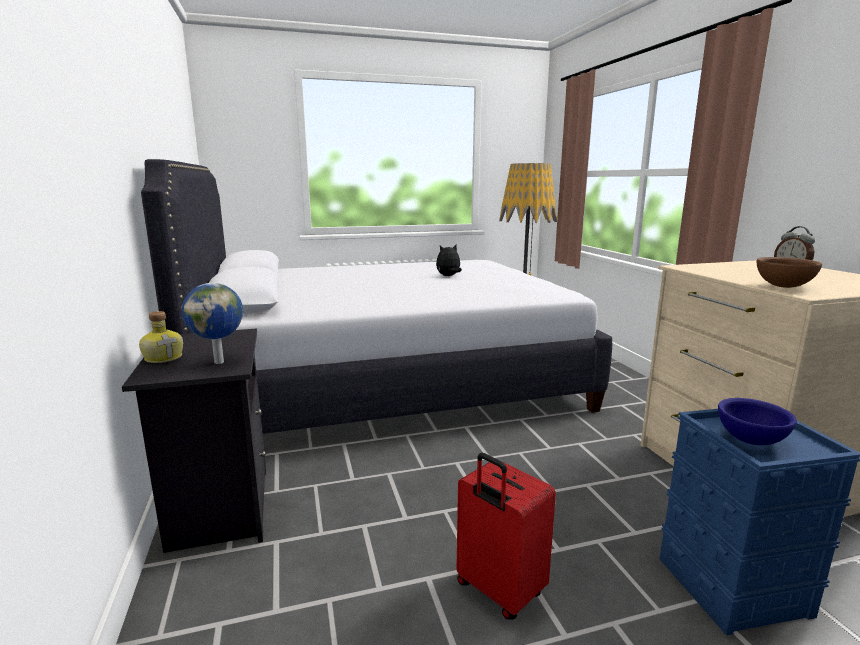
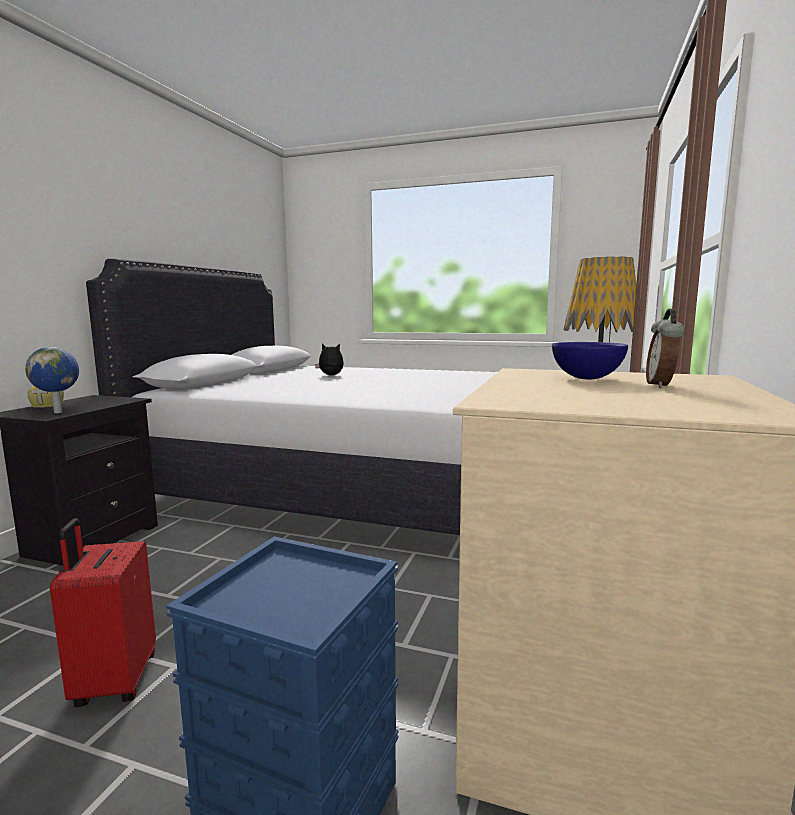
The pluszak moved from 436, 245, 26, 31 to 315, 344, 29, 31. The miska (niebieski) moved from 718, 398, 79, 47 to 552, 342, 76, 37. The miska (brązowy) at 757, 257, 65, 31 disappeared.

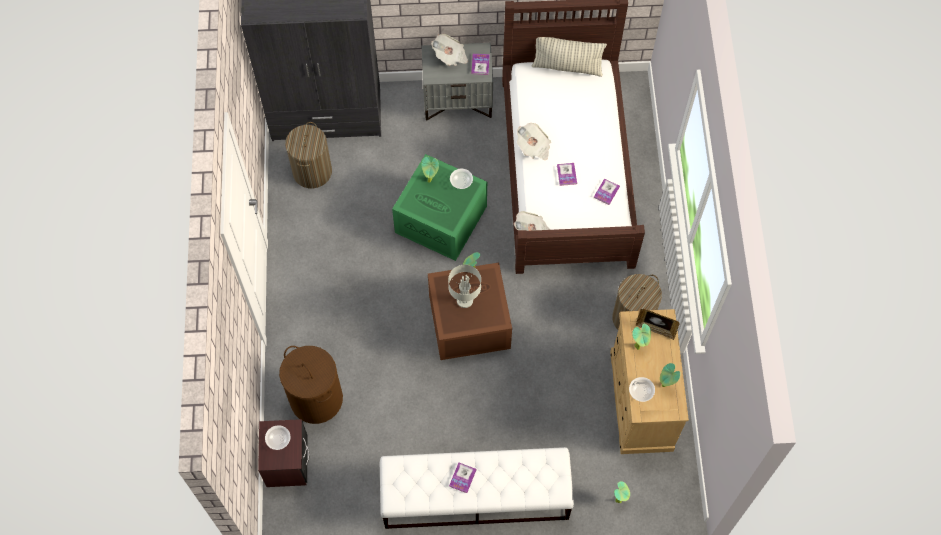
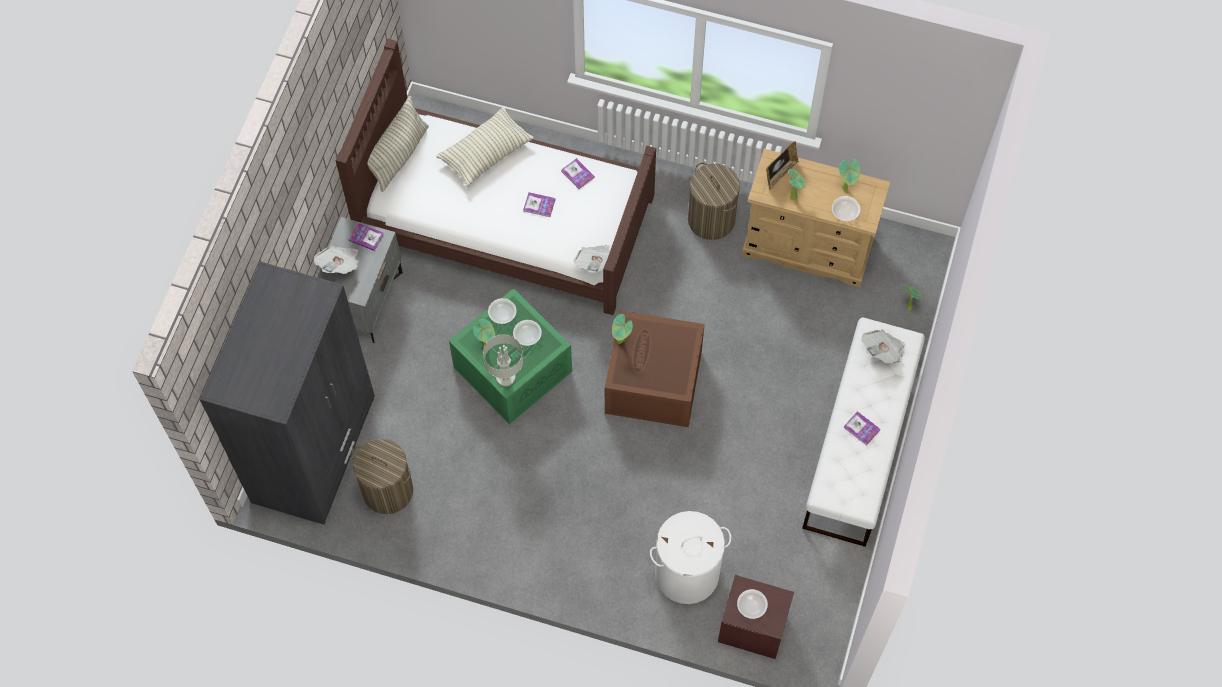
The poduszka at 436, 107, 98, 80 appeared. The lampa stołowa (szary) moved from 448, 265, 33, 43 to 483, 335, 40, 51. The miska at 513, 320, 29, 26 appeared. The kosz na pranie (brązowy) at 279, 346, 64, 78 became the kosz na pranie (biały) at 650, 511, 81, 93. The gazeta moved from 517, 123, 34, 37 to 861, 329, 44, 34.

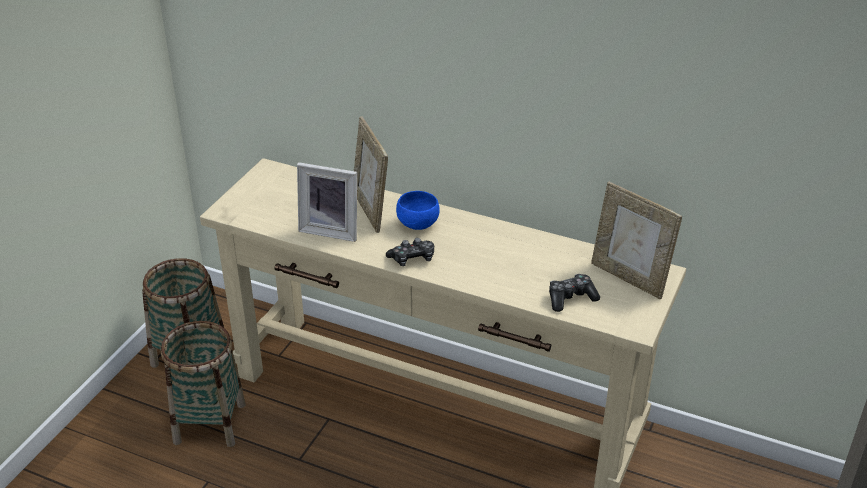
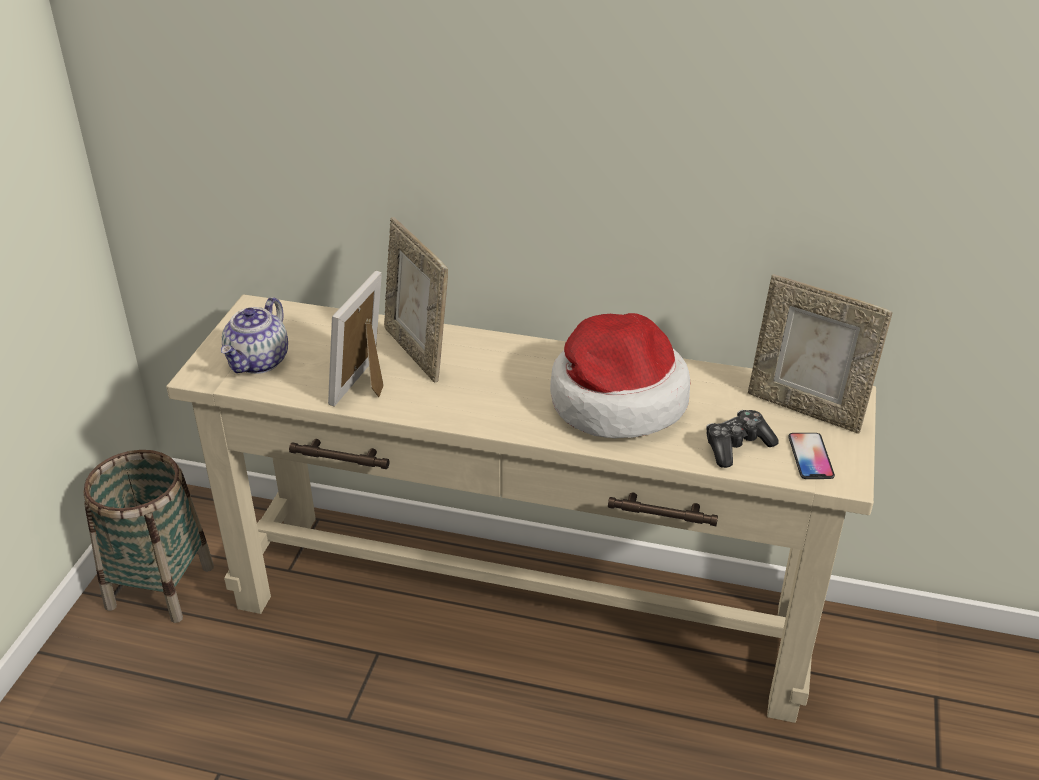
The imbryk at 221, 297, 67, 77 appeared. The ramka na zdjęcie at 297, 162, 60, 80 turned 105 degrees clockwise. The kapelusz at 550, 313, 140, 125 appeared. The telefon at 788, 433, 47, 46 appeared. The koszyk at 161, 321, 85, 126 disappeared. The pad do gier at 386, 238, 48, 28 disappeared. The miska (niebieski) at 396, 191, 44, 39 disappeared.

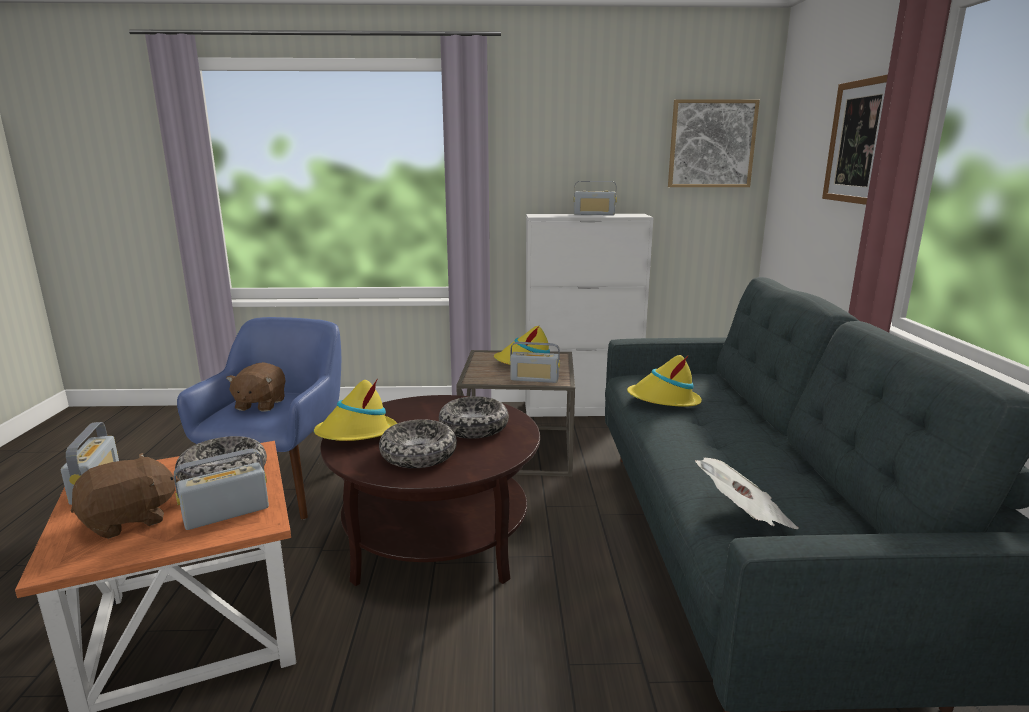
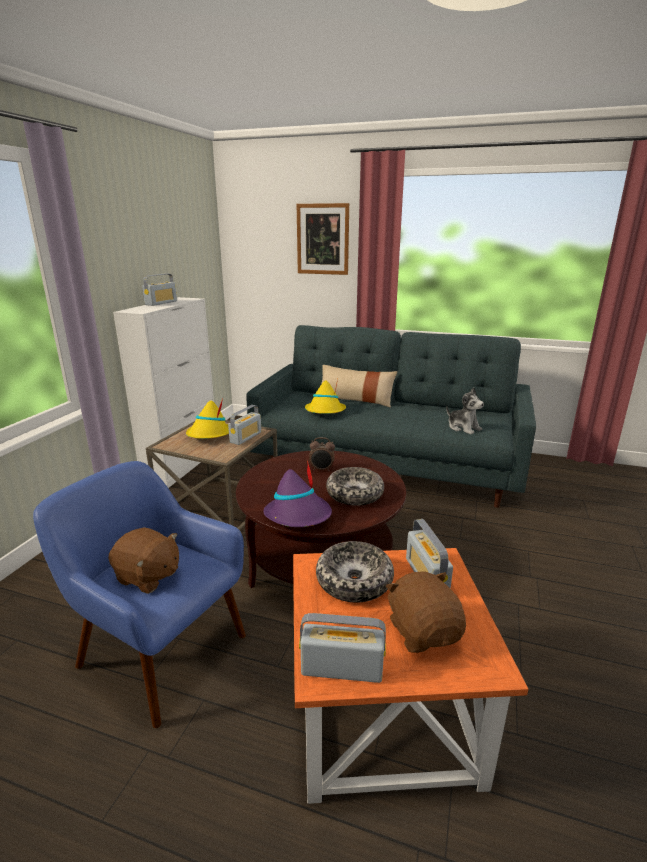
The kapelusz (żółty) at 314, 380, 83, 61 became the kapelusz (fioletowy) at 263, 460, 69, 67. The miska at 439, 396, 70, 43 was replaced by the budzik at 309, 437, 26, 34. The poduszka (beżowy) at 321, 365, 76, 43 appeared. The gazeta at 695, 458, 104, 71 was replaced by the pluszak at 446, 387, 38, 48. The obraz at 668, 99, 92, 88 disappeared.

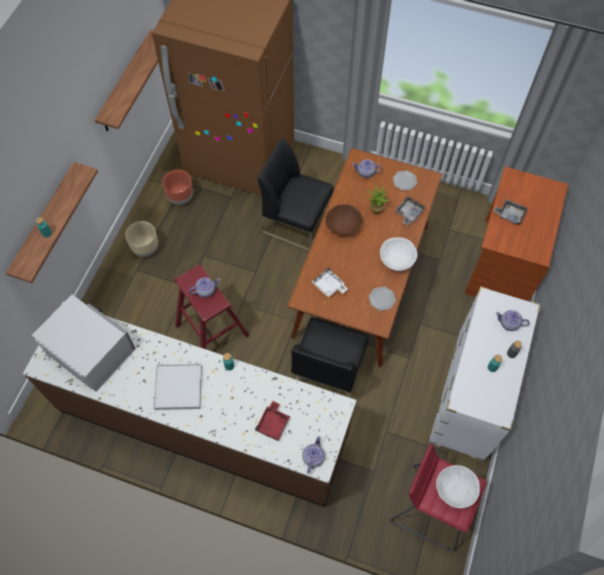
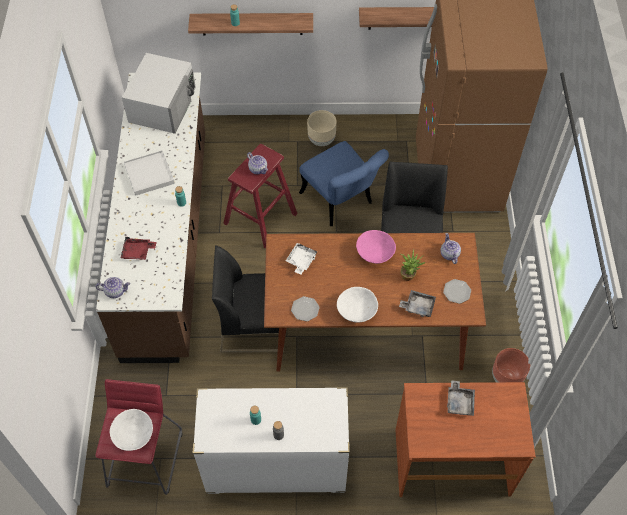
The krzesło (niebieski) at 299, 141, 90, 85 appeared. The miska (brązowy) at 325, 204, 38, 32 became the miska (różowy) at 356, 230, 40, 34. The donica (brązowy) moved from 162, 170, 31, 35 to 492, 348, 38, 34. The imbryk at 496, 310, 34, 21 disappeared.

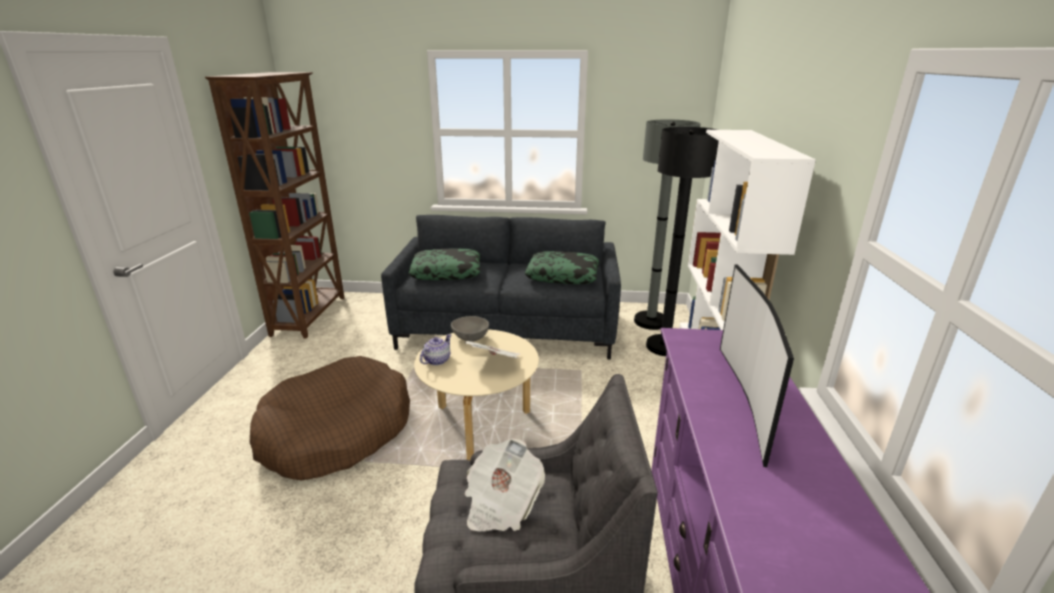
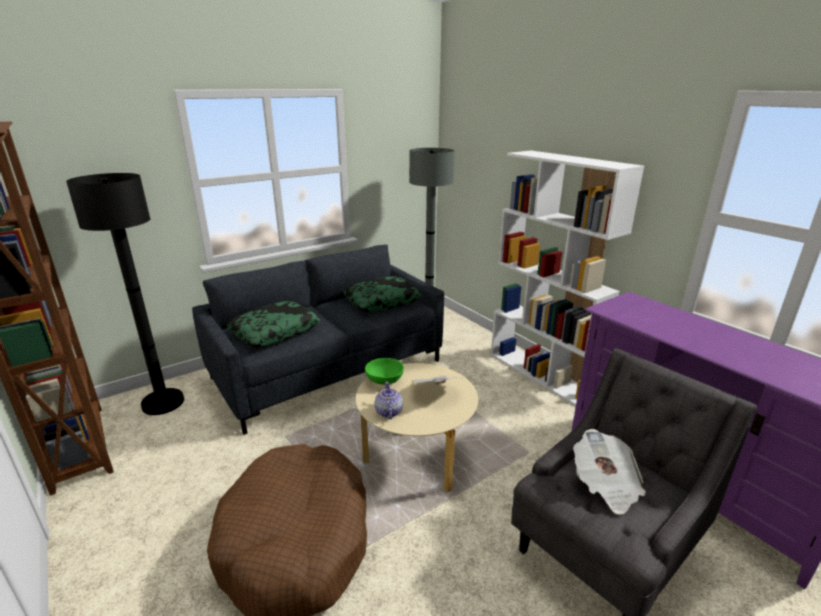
The lampa stojąca (czarny) moved from 646, 127, 73, 229 to 66, 173, 118, 242. The miska (szary) at 451, 316, 38, 26 became the miska (zielony) at 365, 358, 39, 27. The telewizor at 720, 264, 74, 203 disappeared.

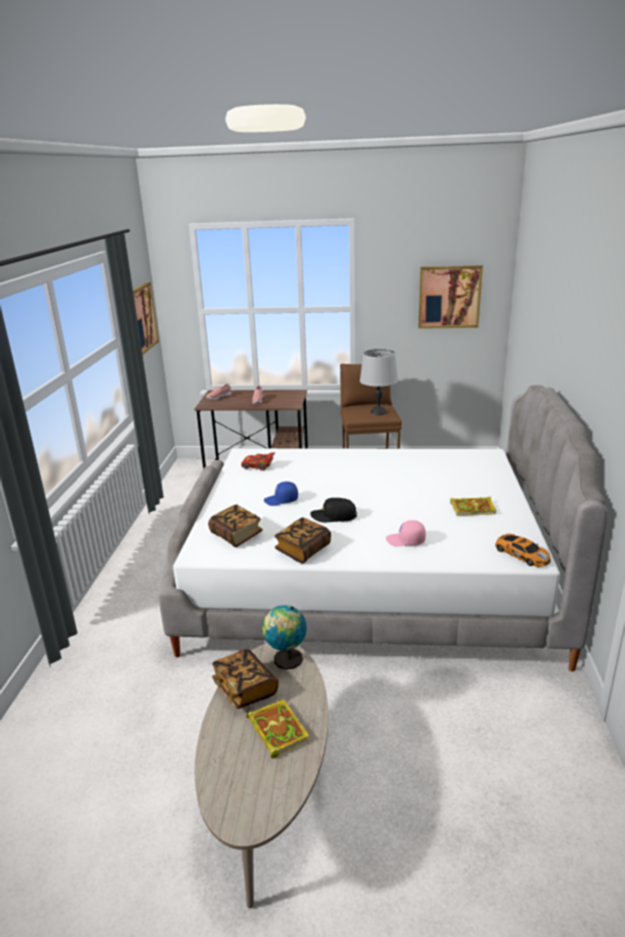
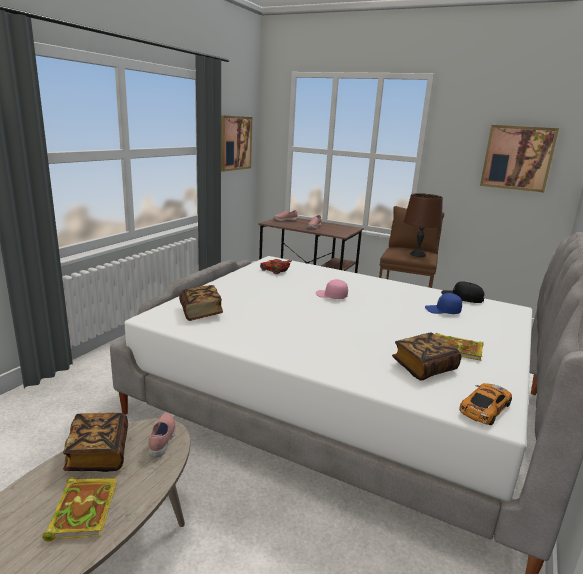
The globus at 262, 605, 45, 65 was replaced by the but (różowy) at 149, 413, 27, 45. The czapka z daszkiem (różowy) moved from 386, 520, 40, 26 to 316, 279, 32, 20. The książka moved from 275, 517, 56, 46 to 392, 333, 70, 48. The lampa stołowa (szary) at 360, 349, 38, 66 became the lampa stołowa (brązowy) at 404, 193, 39, 64. The czapka z daszkiem (niebieski) moved from 264, 481, 34, 25 to 425, 293, 37, 21. The czapka z daszkiem (czarny) moved from 310, 498, 47, 24 to 441, 281, 43, 22. The samochodzik at 495, 534, 56, 33 turned 120 degrees counterclockwise.

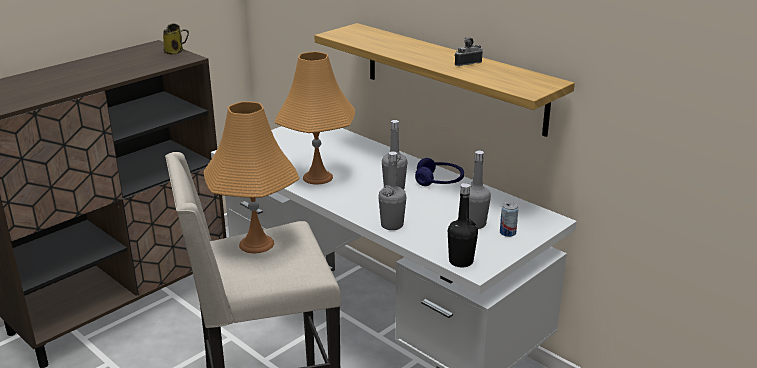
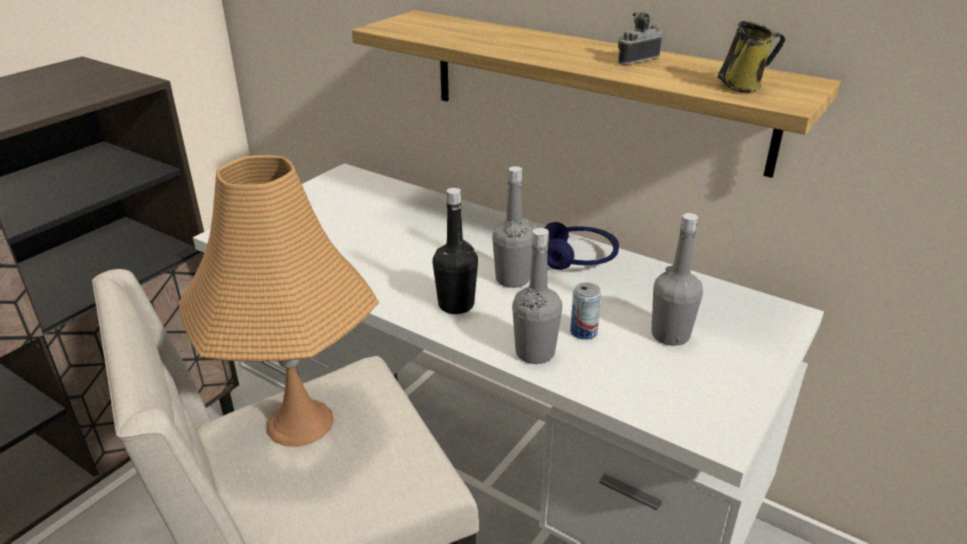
The butelka (czarny) moved from 448, 183, 30, 84 to 433, 188, 45, 126. The puszka moved from 500, 202, 18, 35 to 570, 282, 31, 58. The kubek moved from 163, 24, 26, 30 to 718, 21, 67, 72. The lampa stołowa (pomarańczowy) at 275, 51, 80, 134 disappeared.

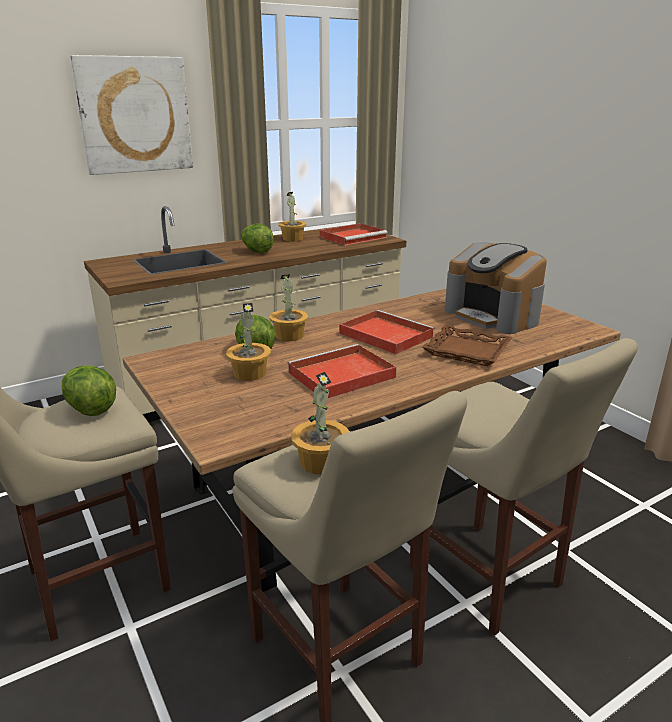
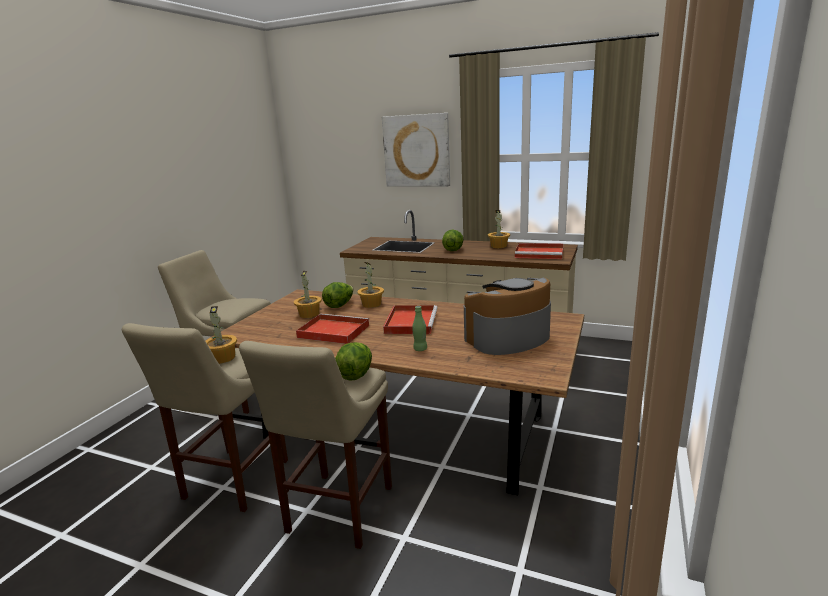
The sałata moved from 62, 365, 54, 51 to 335, 342, 37, 39. The taca (brązowy) at 422, 325, 90, 41 was replaced by the butelka (zielony) at 412, 306, 15, 45. The ekspres do kawy at 445, 242, 102, 92 turned 45 degrees clockwise.

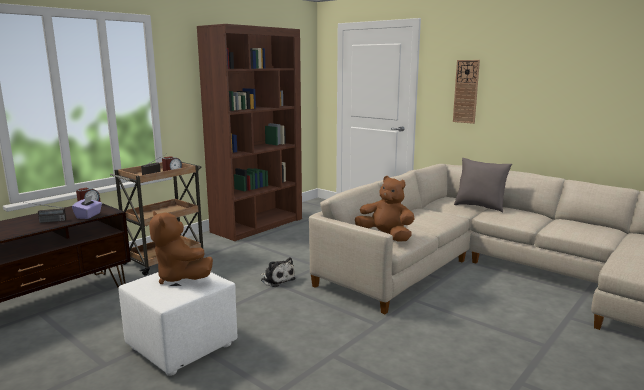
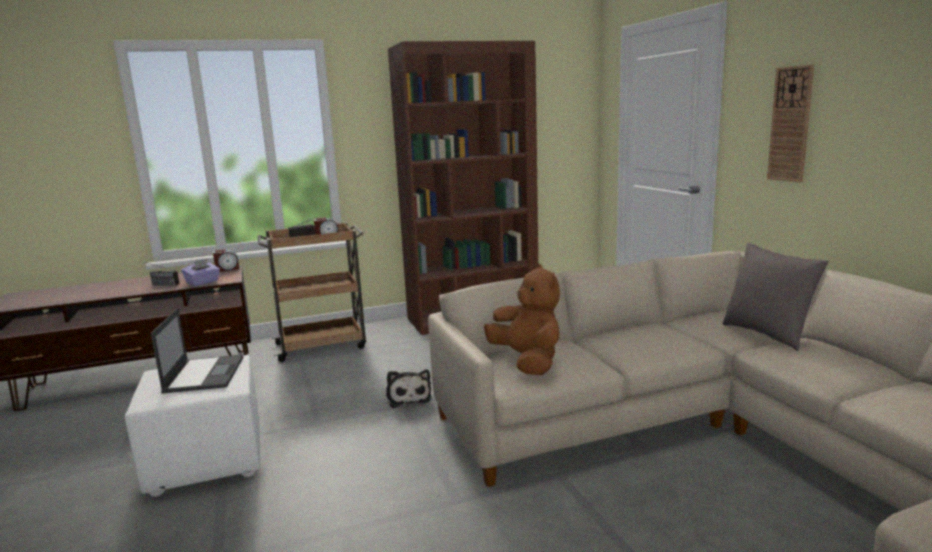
The pluszak (brązowy) at 149, 211, 64, 73 was replaced by the laptop at 151, 308, 92, 86.

